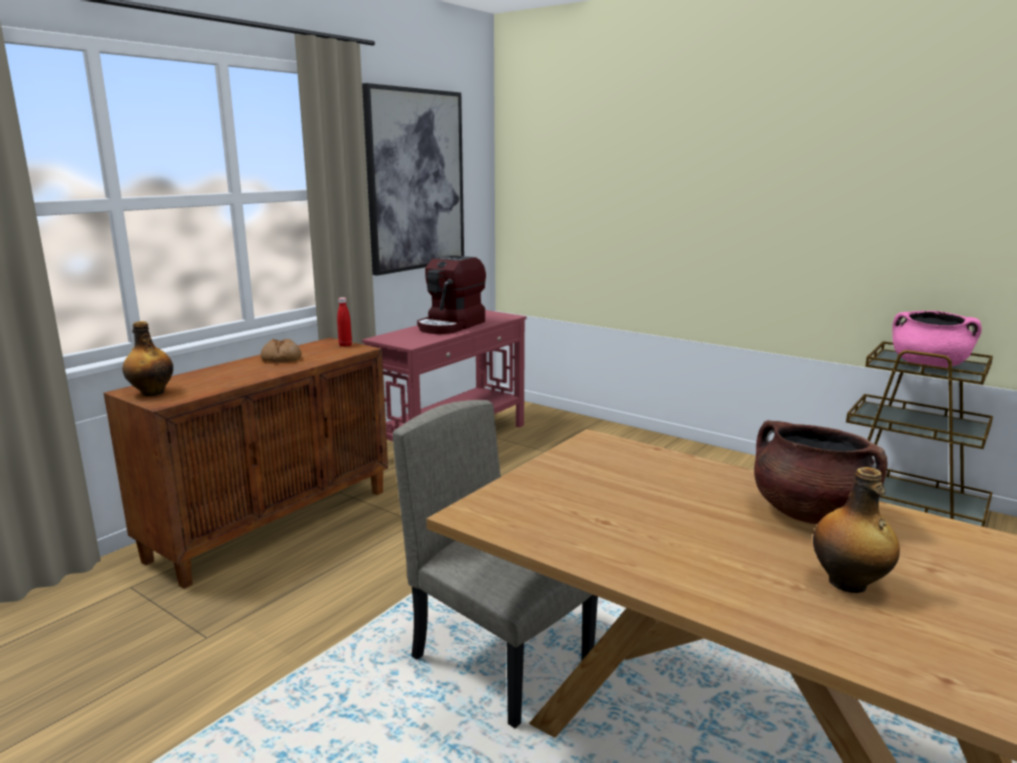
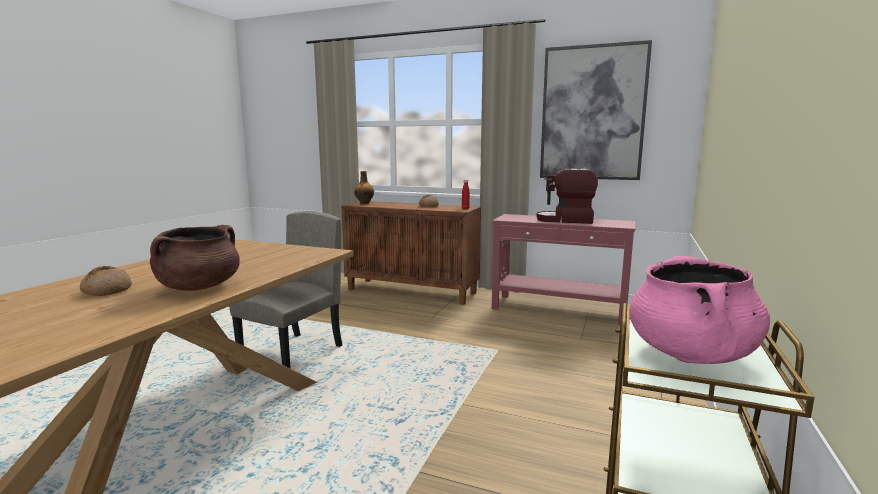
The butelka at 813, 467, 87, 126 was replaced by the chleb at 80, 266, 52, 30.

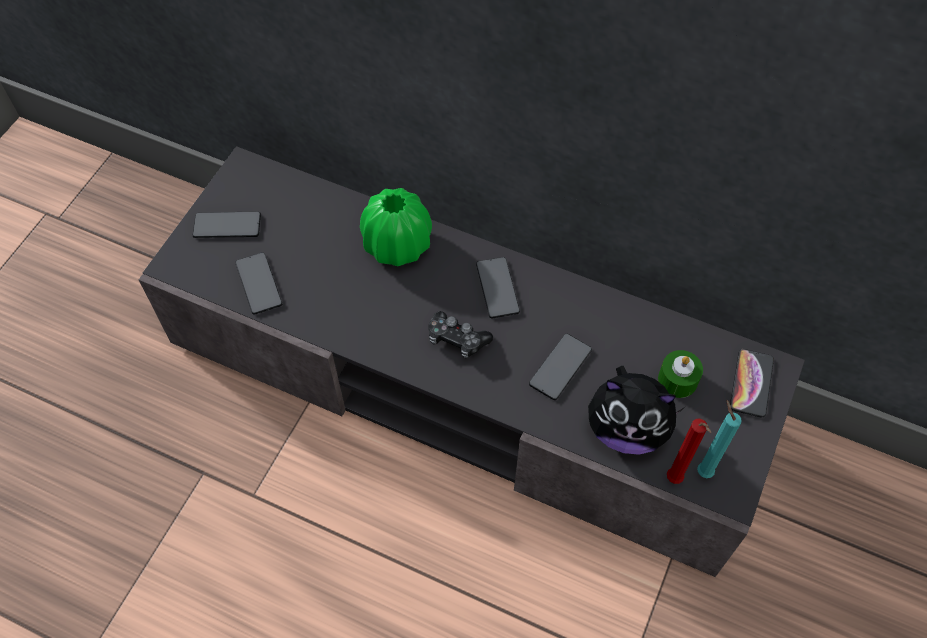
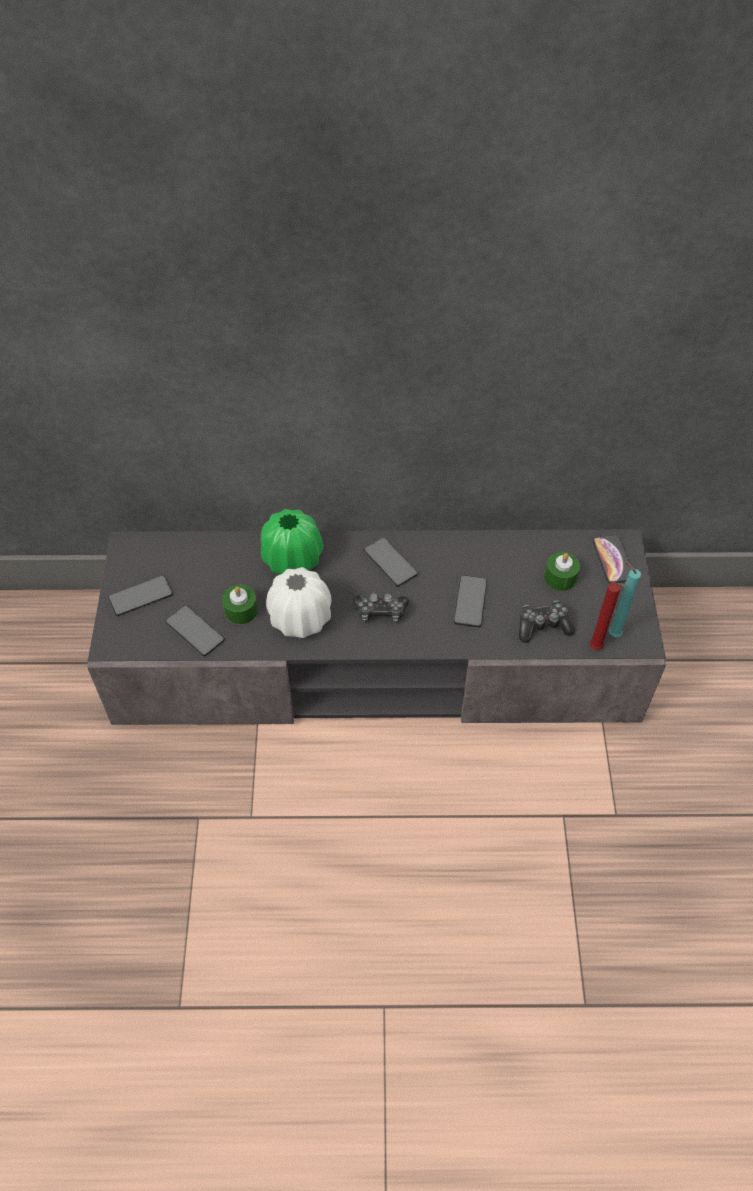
The świeca (zielony) at 222, 585, 36, 40 appeared. The wazon (biały) at 266, 567, 65, 71 appeared. The pluszak at 588, 366, 98, 89 was replaced by the pad do gier at 519, 601, 56, 42.

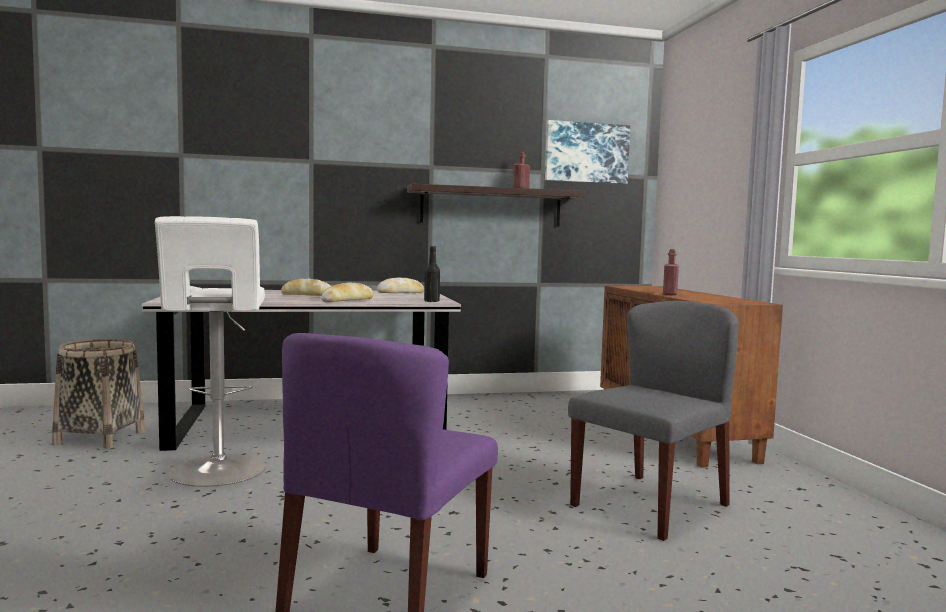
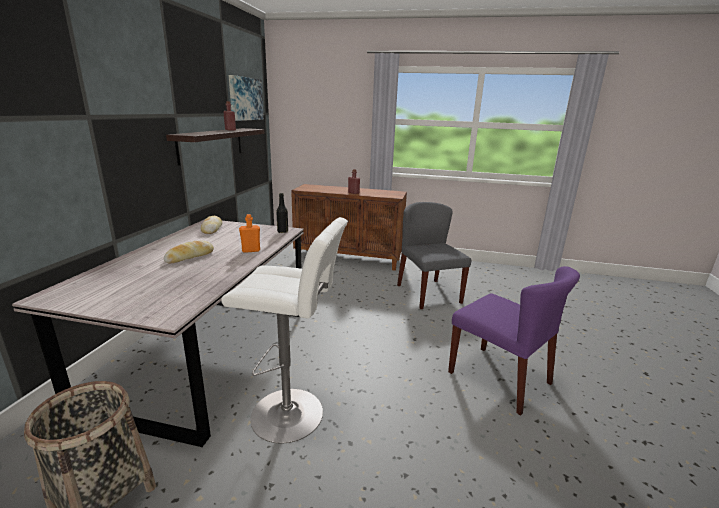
The chleb at 321, 282, 52, 20 was replaced by the butelka (pomarańczowy) at 239, 214, 21, 39.

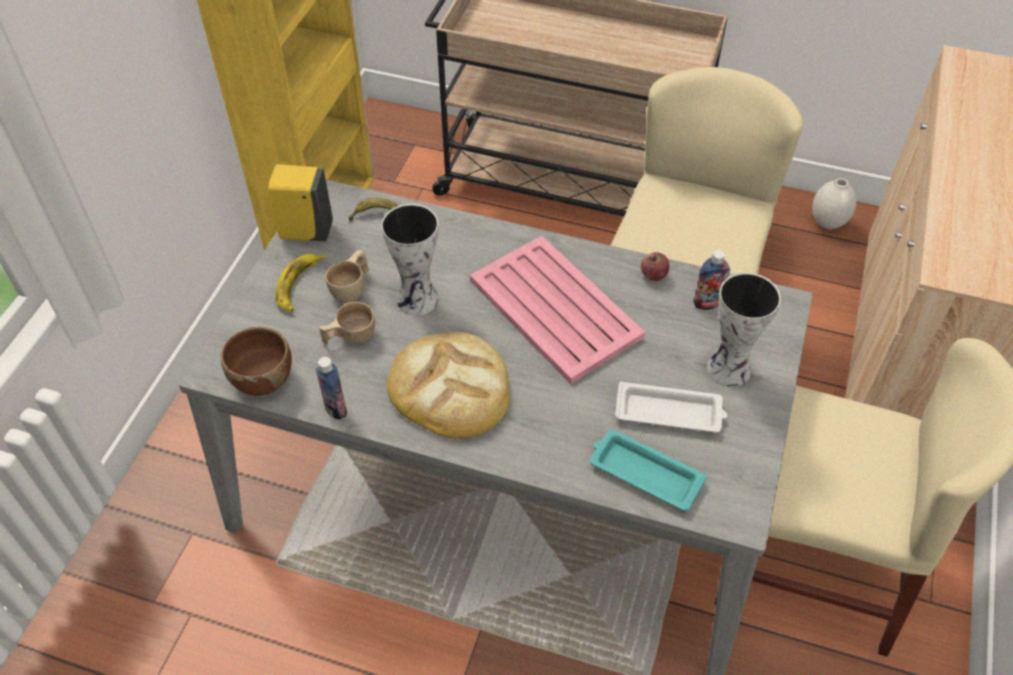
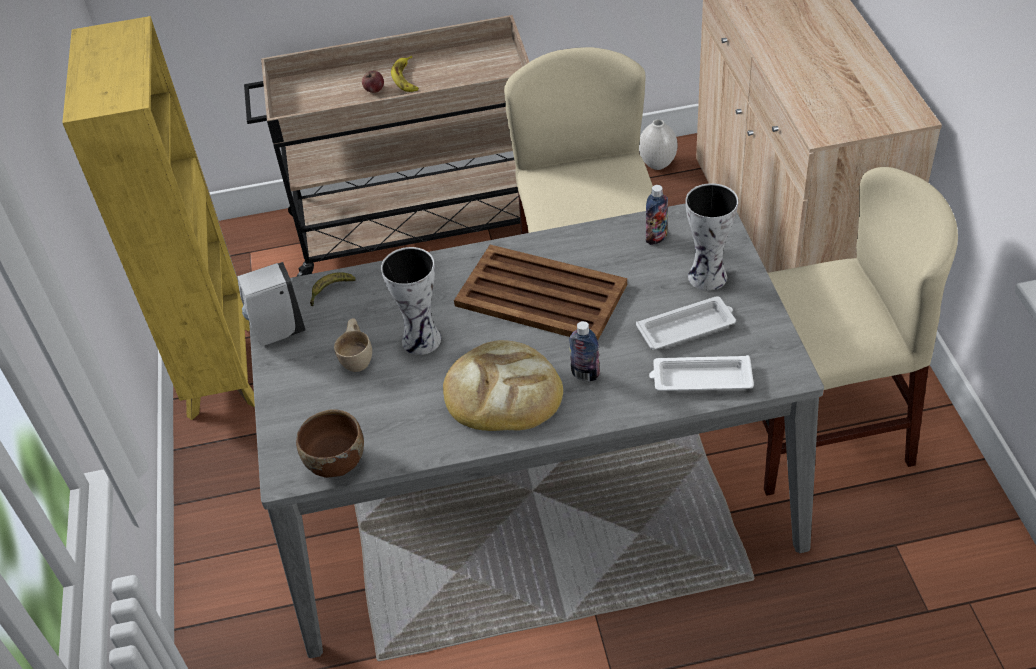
The dozownik mydła (żółty) at 268, 164, 65, 78 became the dozownik mydła (biały) at 237, 262, 69, 84. The jabłko moved from 641, 252, 29, 29 to 362, 71, 22, 22. The banan moved from 275, 254, 52, 58 to 391, 56, 28, 36. The taca (różowy) at 470, 236, 175, 148 became the taca (brązowy) at 454, 245, 173, 95. The butelka moved from 316, 357, 31, 63 to 569, 321, 31, 60. The taca (turkusowy) at 590, 429, 117, 82 became the taca (biały) at 649, 355, 105, 36. The filiżanka (beżowy) at 319, 302, 56, 42 disappeared.

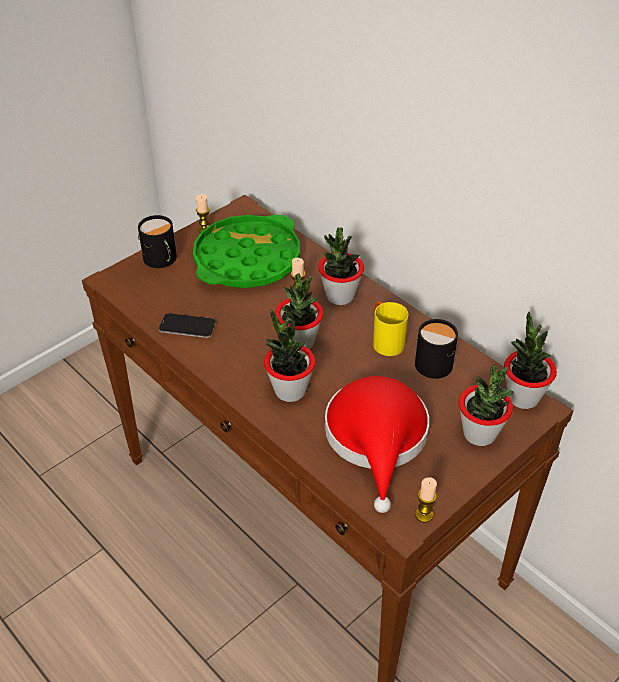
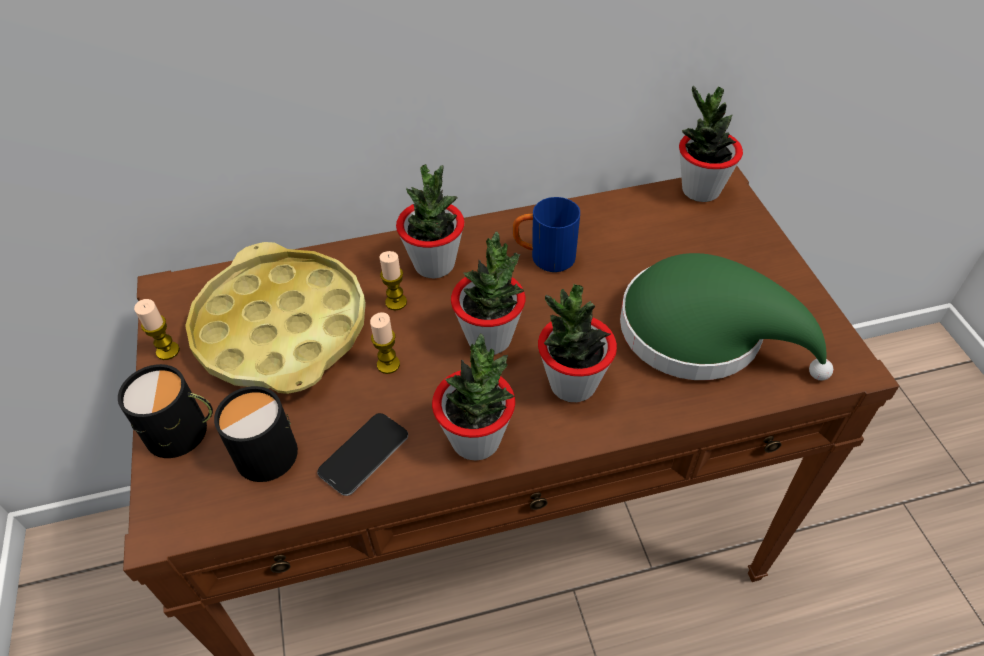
The taca (zielony) at 193, 214, 107, 74 became the taca (żółty) at 185, 242, 181, 152. The kubek (czarny) moved from 415, 319, 43, 60 to 214, 386, 84, 96. The świeca moved from 415, 477, 22, 46 to 370, 312, 30, 62. The roślina doniczkowa moved from 459, 365, 56, 81 to 432, 334, 83, 127. The kubek (żółty) at 373, 301, 35, 55 became the kubek (niebieski) at 513, 197, 67, 75. The kapelusz (czerwony) at 325, 376, 104, 137 became the kapelusz (zielony) at 620, 253, 213, 128.

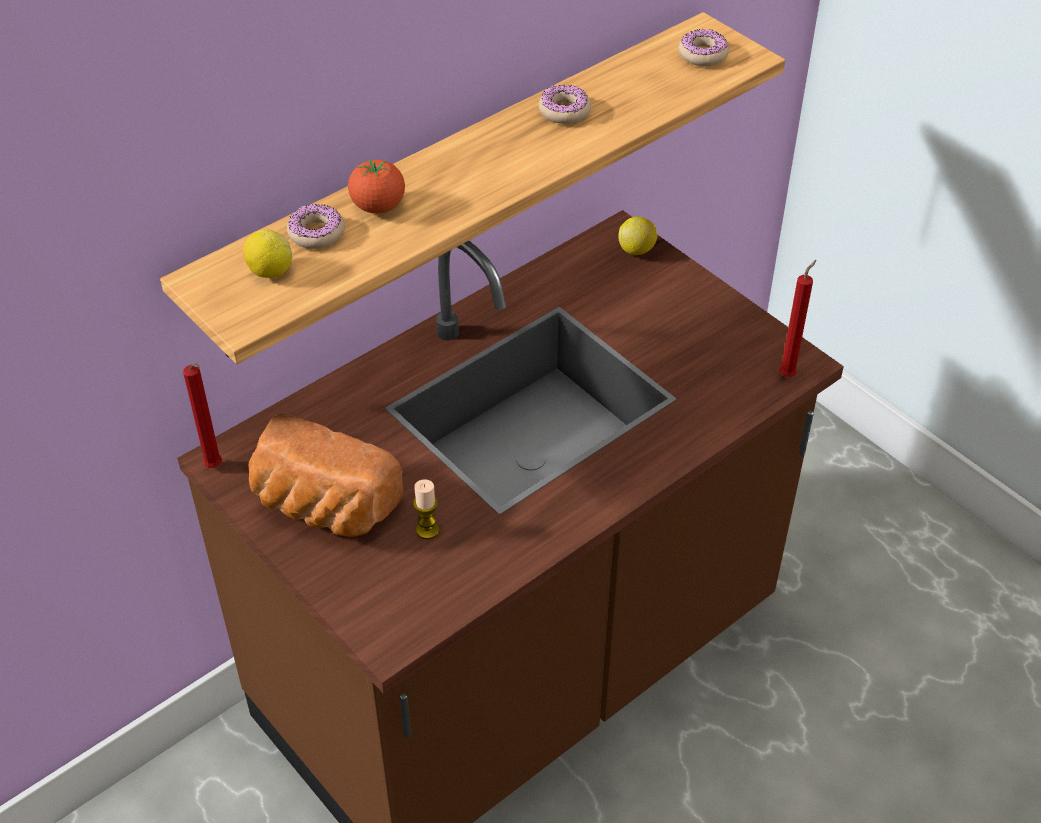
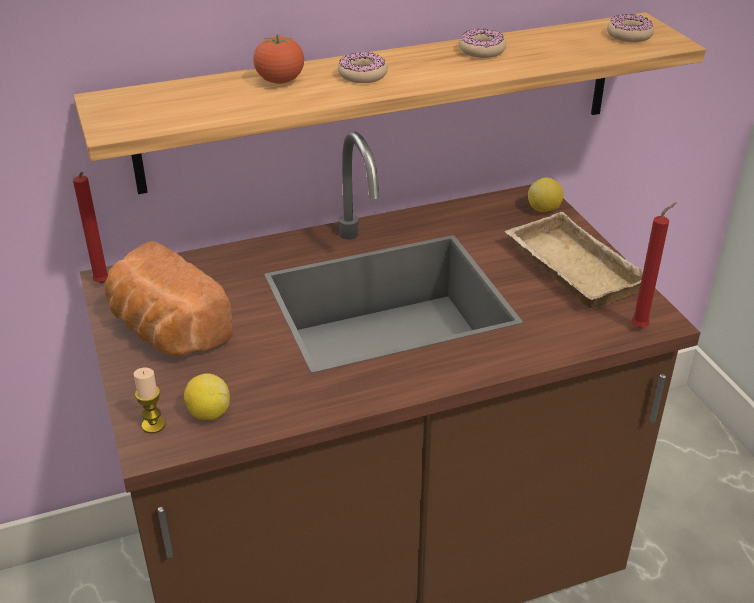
The świeca moved from 413, 480, 26, 59 to 133, 368, 33, 66. The cytryna moved from 243, 229, 49, 49 to 184, 373, 46, 47. The donut moved from 287, 204, 58, 45 to 338, 52, 50, 31. The taca (beżowy) at 505, 212, 138, 97 appeared.

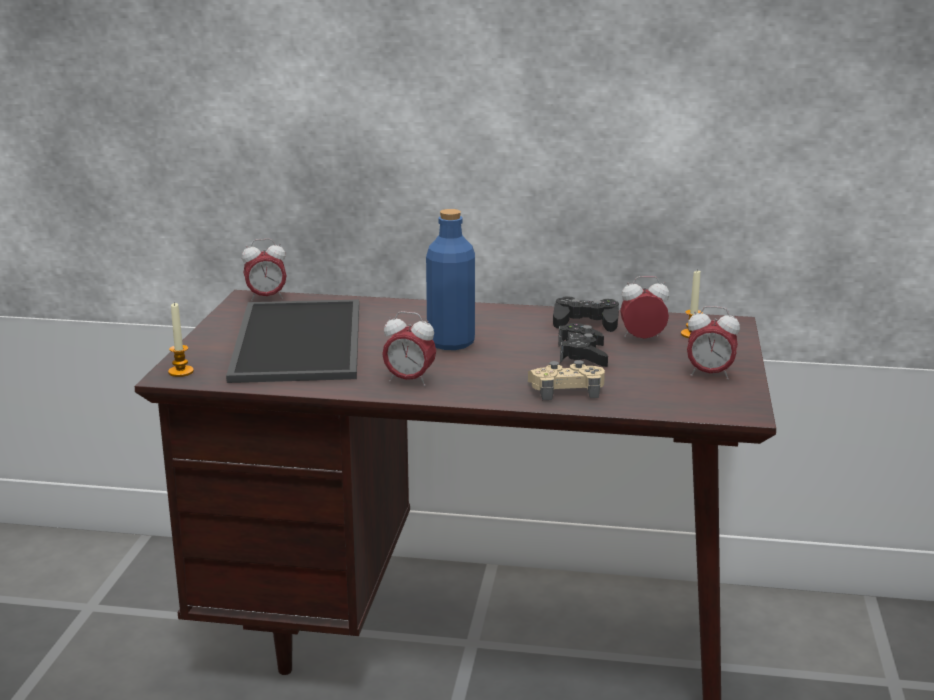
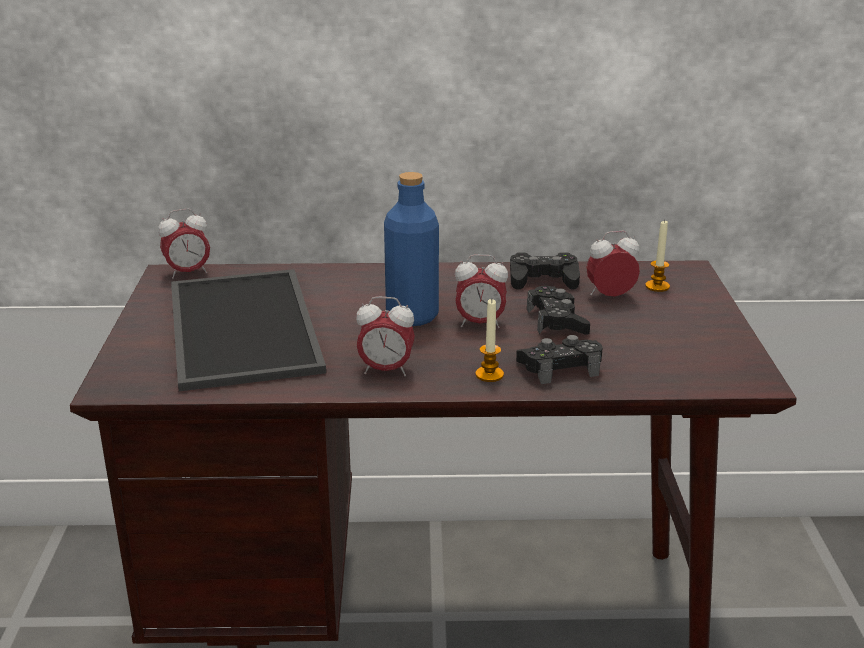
The budzik moved from 687, 306, 53, 73 to 455, 254, 53, 74. The świeca moved from 168, 302, 26, 75 to 475, 299, 29, 83. The pad do gier (beżowy) at 528, 360, 77, 40 became the pad do gier (czarny) at 516, 335, 86, 49.

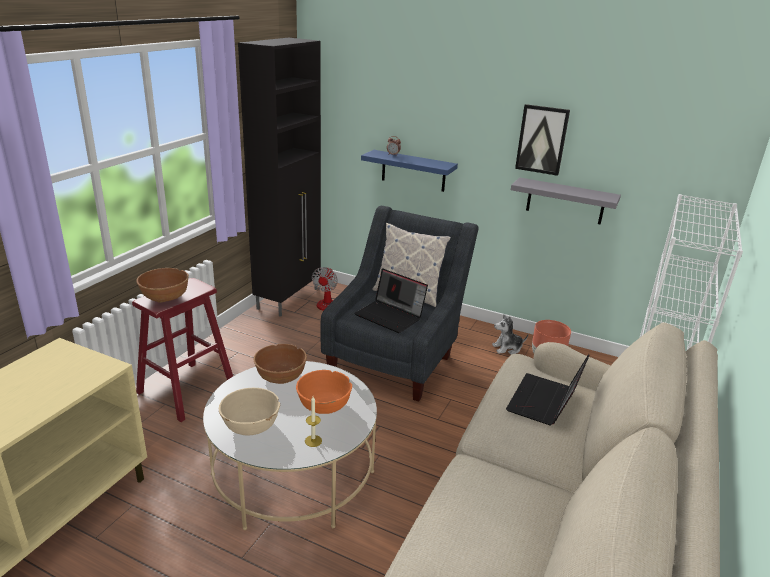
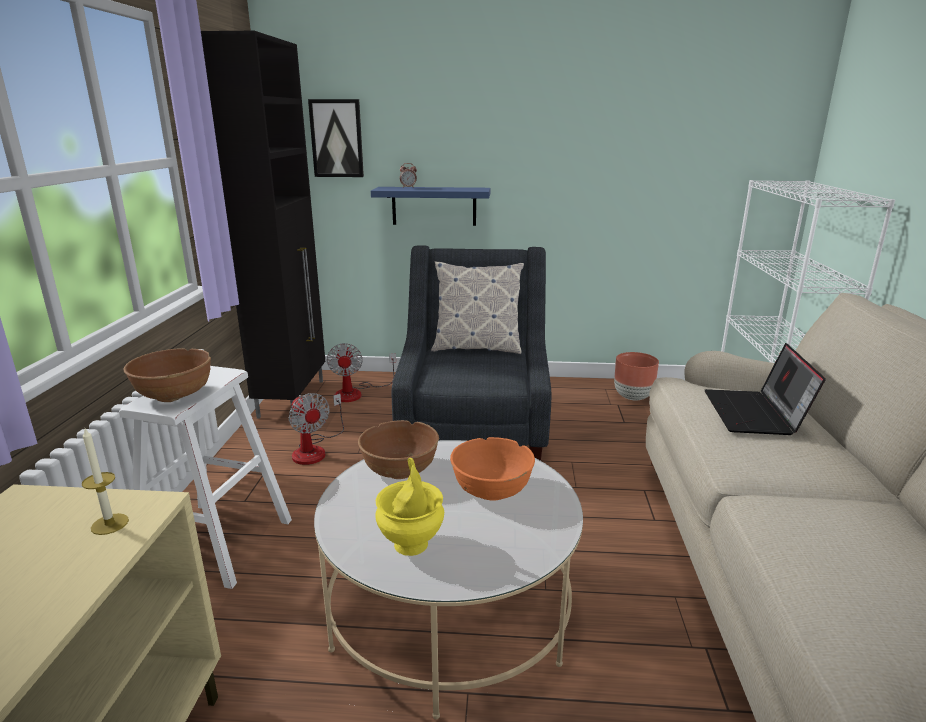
The świeca moved from 305, 396, 17, 51 to 82, 427, 47, 108. The stołek (czerwony) at 132, 278, 101, 144 became the stołek (biały) at 119, 366, 173, 223. The wentylator at 288, 393, 56, 72 appeared. The obraz moved from 515, 104, 55, 72 to 308, 99, 56, 78. The miska (beżowy) at 219, 388, 61, 47 was replaced by the wazon (żółty) at 375, 458, 69, 98. The laptop at 354, 268, 74, 65 disappeared. The pluszak at 492, 314, 36, 41 disappeared. The półka (szary) at 511, 177, 110, 48 disappeared.

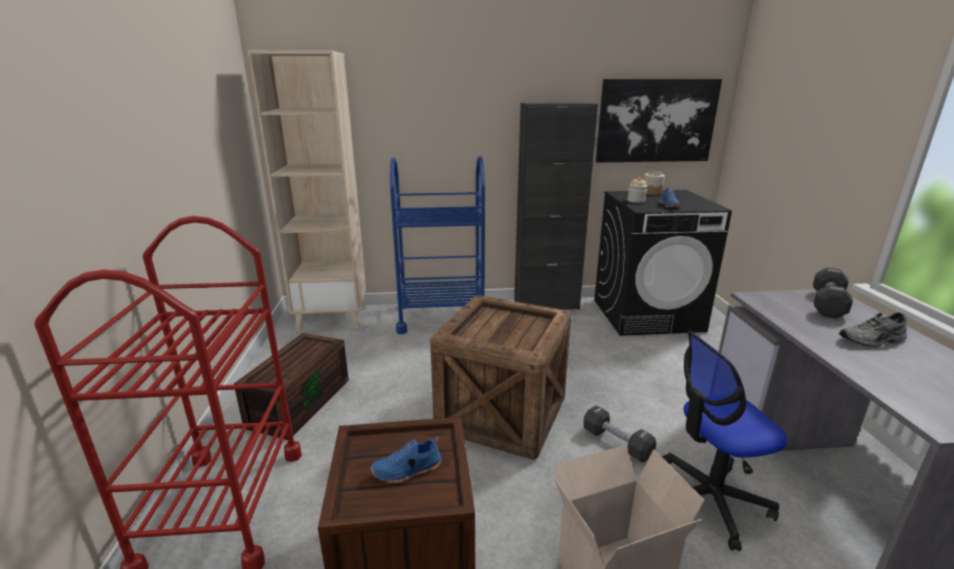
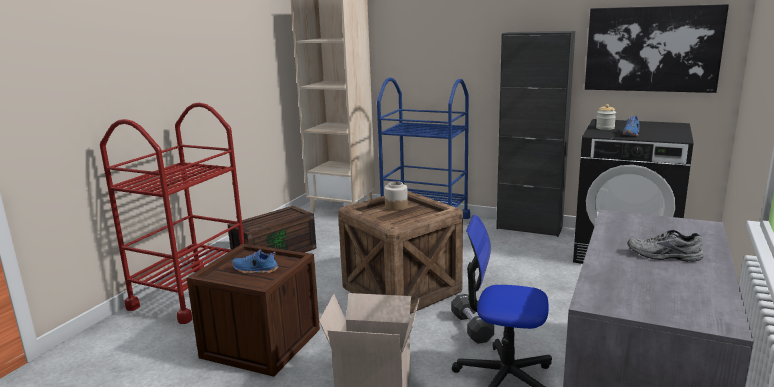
The słoik moved from 644, 171, 21, 24 to 384, 181, 24, 30. The hantel (czarny) at 813, 267, 40, 51 disappeared.

